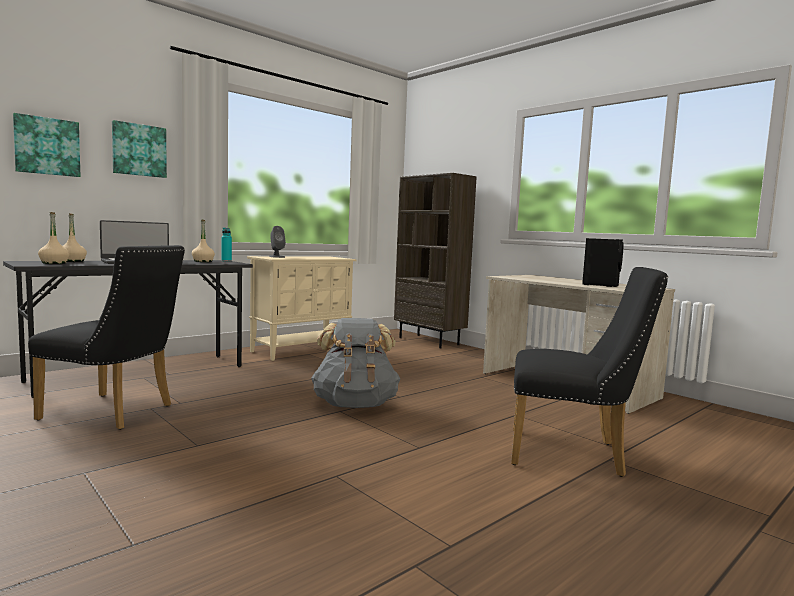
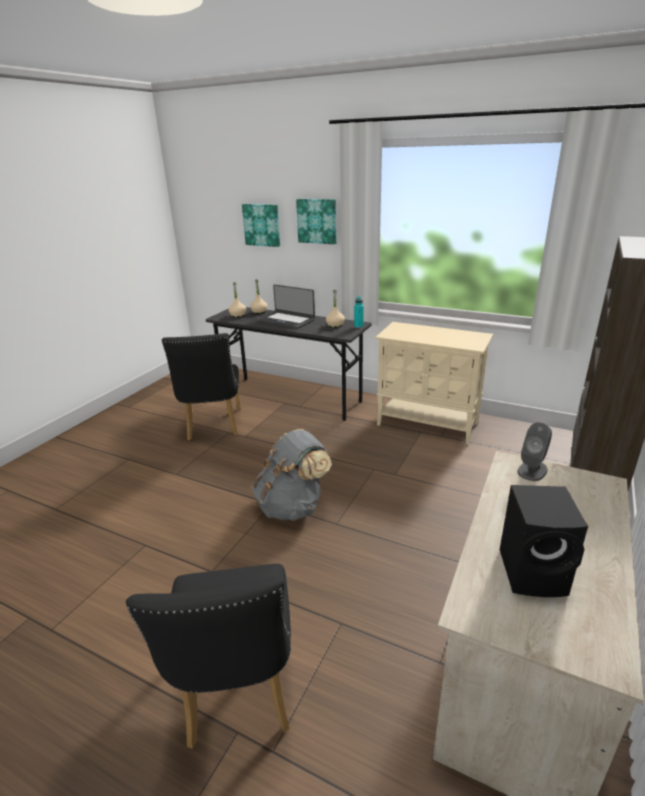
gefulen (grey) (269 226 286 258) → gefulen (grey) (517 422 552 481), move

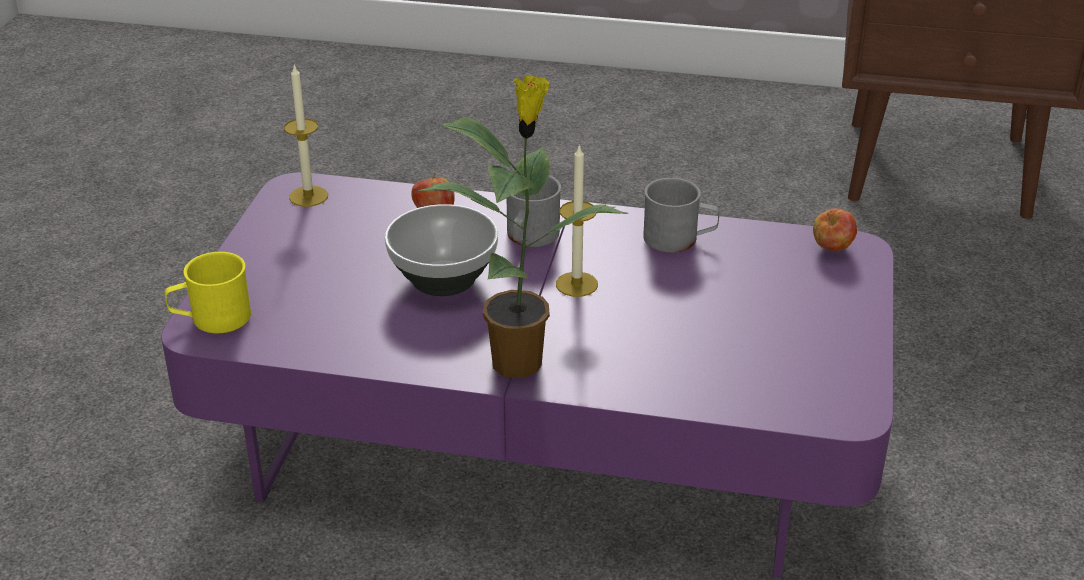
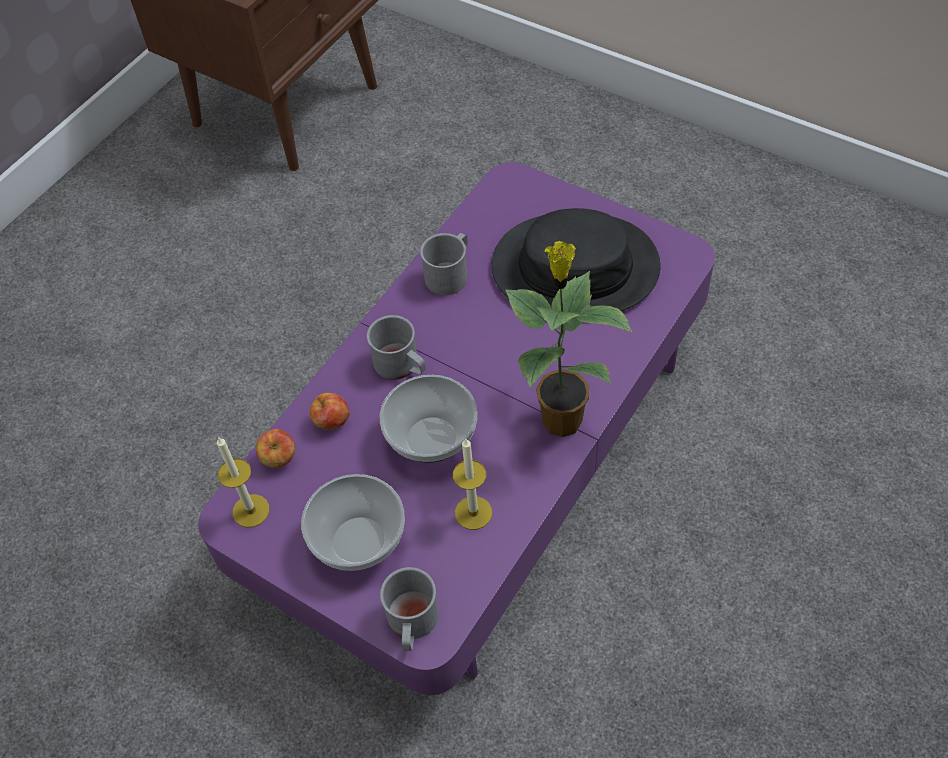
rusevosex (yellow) (165 252 251 333) → rusevosex (grey) (380 567 439 651)
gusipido (556 144 598 297) → gusipido (453 439 492 530), move
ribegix (813 208 857 251) → ribegix (256 429 295 468), move
- → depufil (301 474 405 571)
- → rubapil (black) (492 208 660 311)

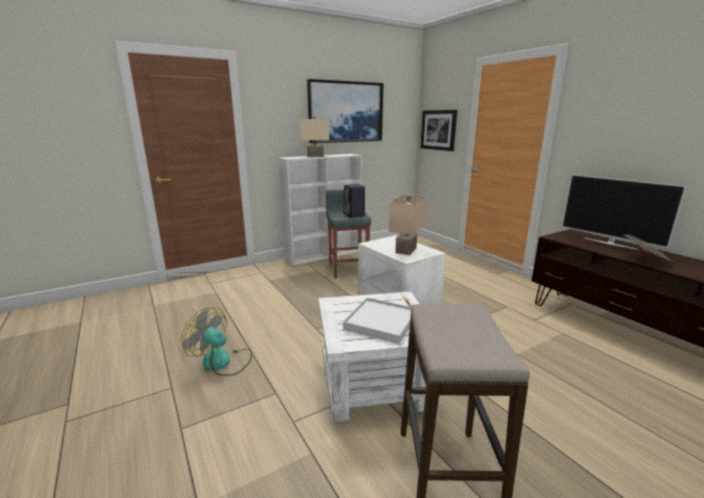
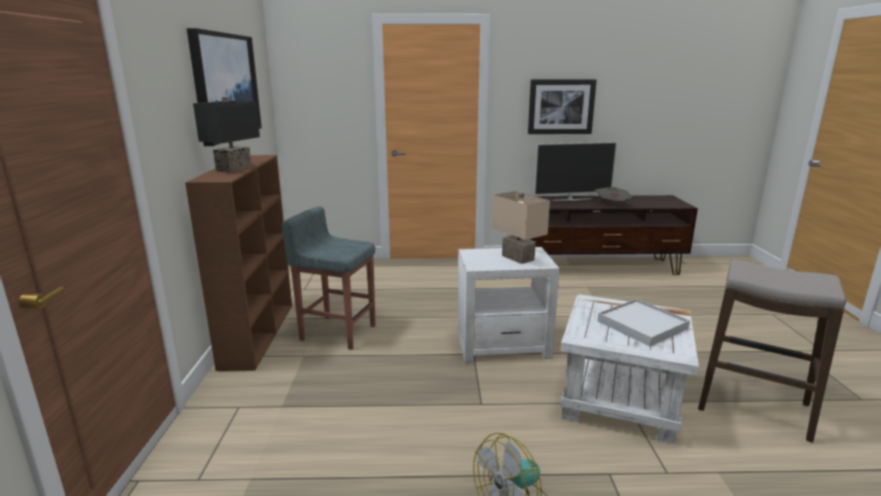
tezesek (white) (279 154 362 265) → tezesek (brown) (185 155 292 371)
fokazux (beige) (300 116 329 157) → fokazux (black) (193 97 260 172)
gefulen (black) (343 184 365 218) → -
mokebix (421 110 457 151) → mokebix (528 79 597 134), move

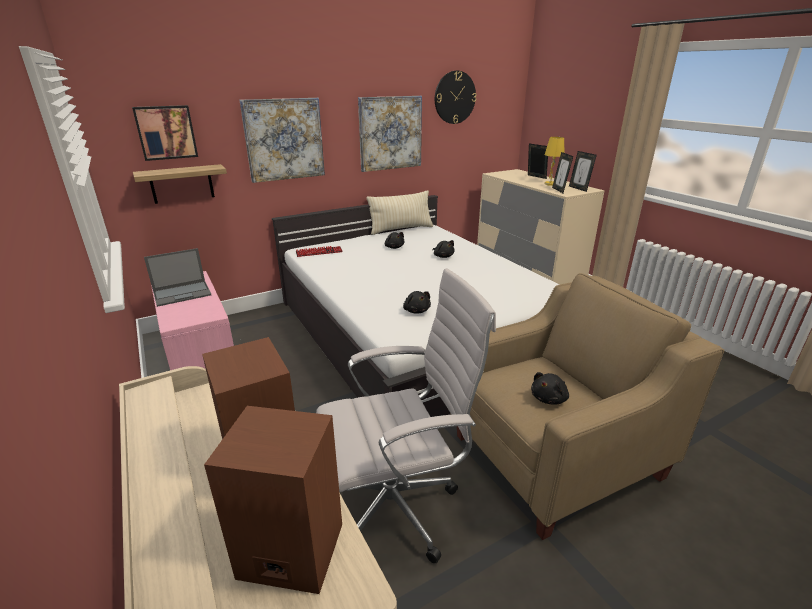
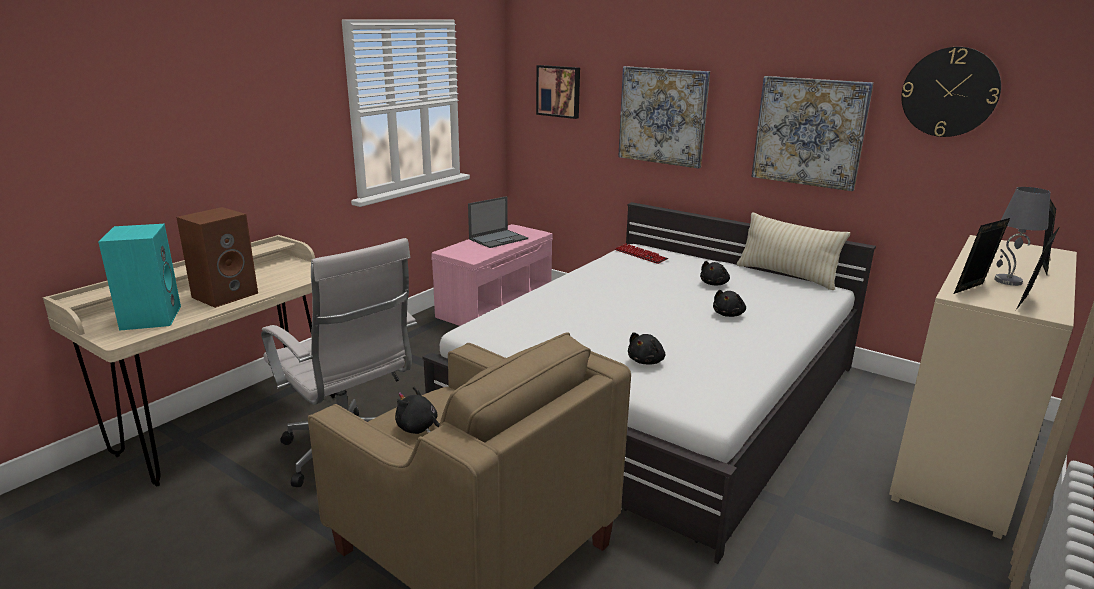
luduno (133 164 227 204) → -
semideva (144 248 211 307) → semideva (468 196 528 248), 75 degrees counterclockwise
gefulen (brown) (204 406 342 594) → gefulen (turquoise) (98 224 181 331)
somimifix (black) (403 291 431 314) → somimifix (black) (628 332 665 365), move
fokazux (yellow) (545 137 565 186) → fokazux (grey) (994 187 1050 286)

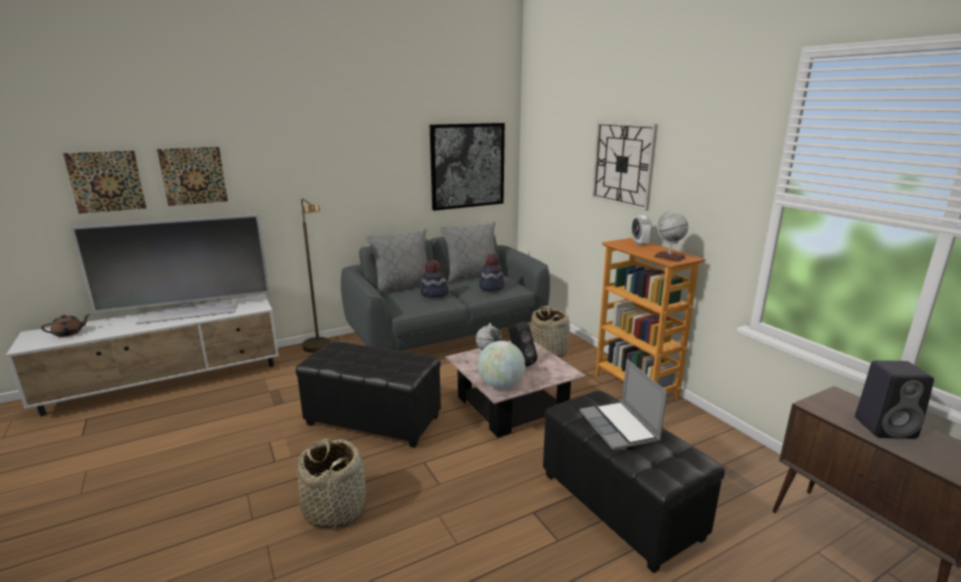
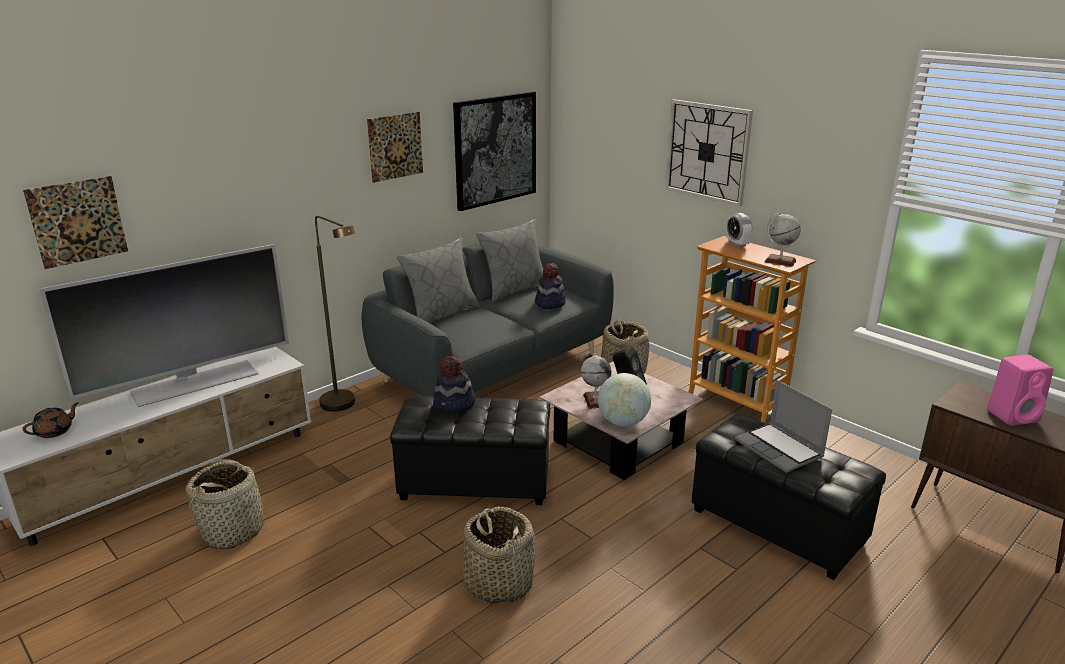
mokebix (157 147 228 206) → mokebix (367 112 423 183), move
rubapil (420 260 449 298) → rubapil (433 355 476 413), move
gefulen (black) (855 360 934 439) → gefulen (pink) (987 355 1053 426)
- → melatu (185 459 271 550)

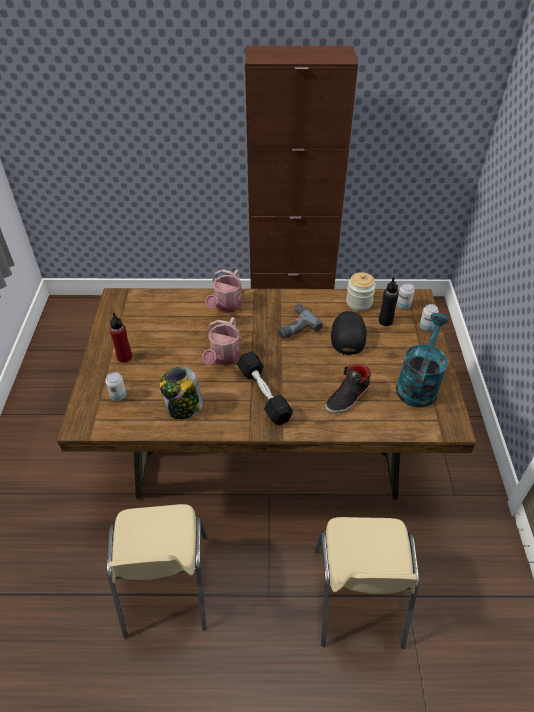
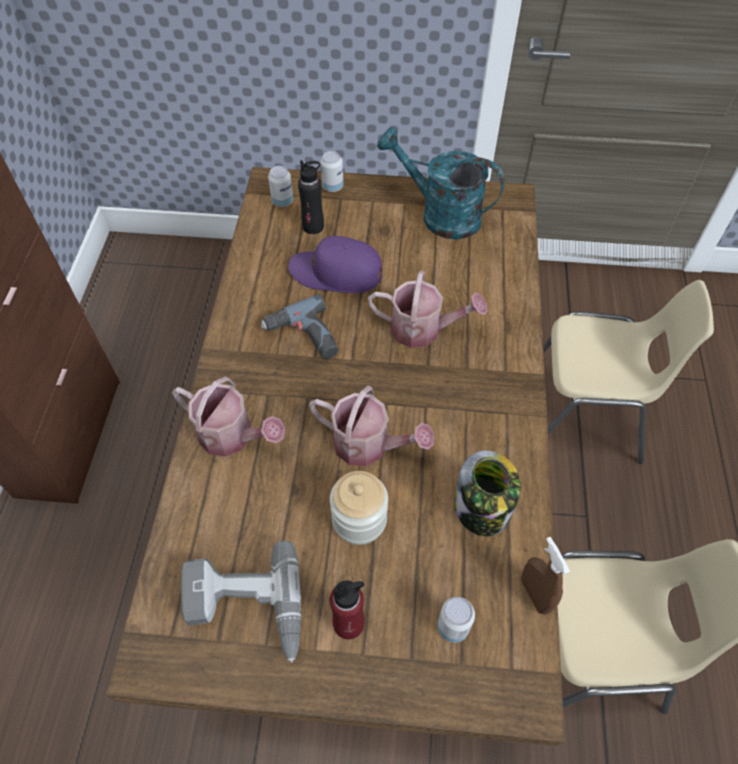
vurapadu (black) (237 351 293 425) → -
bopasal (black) (325 365 371 414) → -
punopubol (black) (331 311 367 355) → punopubol (purple) (288 236 382 293)
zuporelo (346 272 376 311) → zuporelo (330 471 388 545), move
- → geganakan (181 541 302 663)
- → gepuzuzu (368 270 488 348)
- → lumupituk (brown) (521 537 570 614)

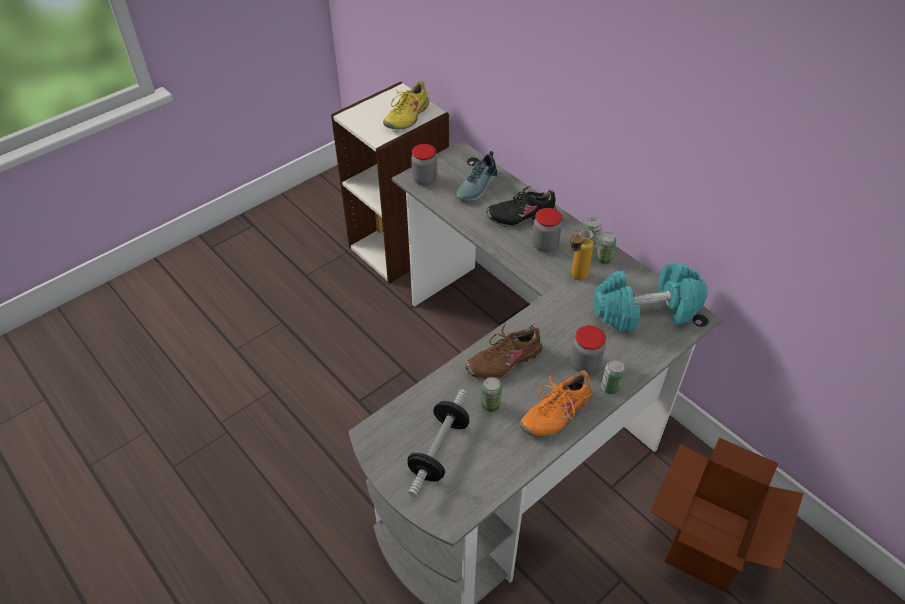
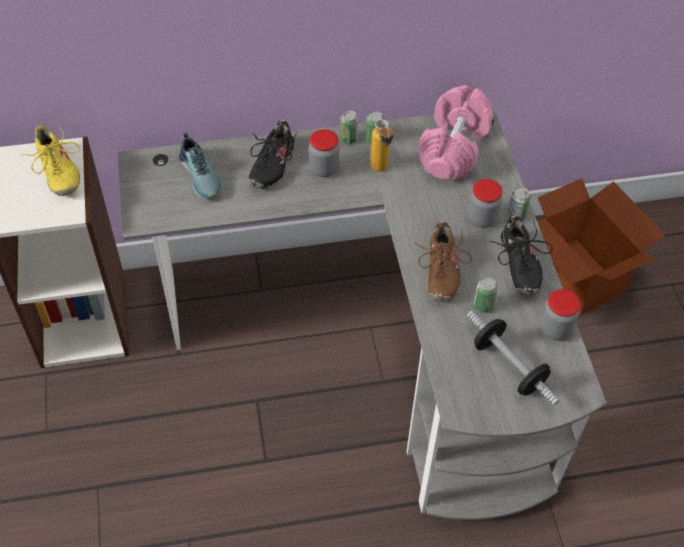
zuporelo (411 144 437 186) → zuporelo (540 289 581 341), move
bopasal (orange) (520 370 594 437) → bopasal (black) (490 215 553 295)
vurapadu (turquoise) (593 263 708 332) → vurapadu (pink) (418 85 493 180)

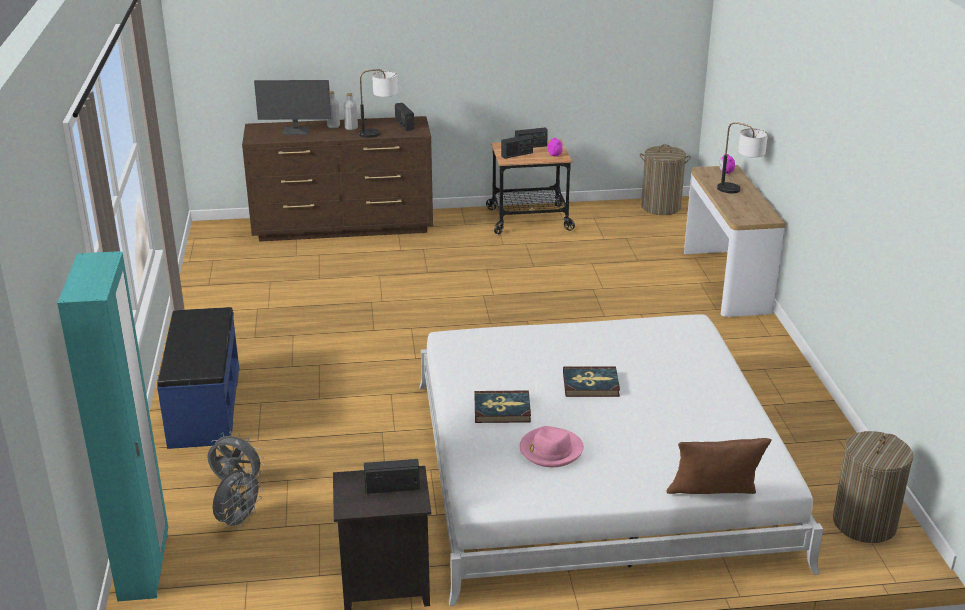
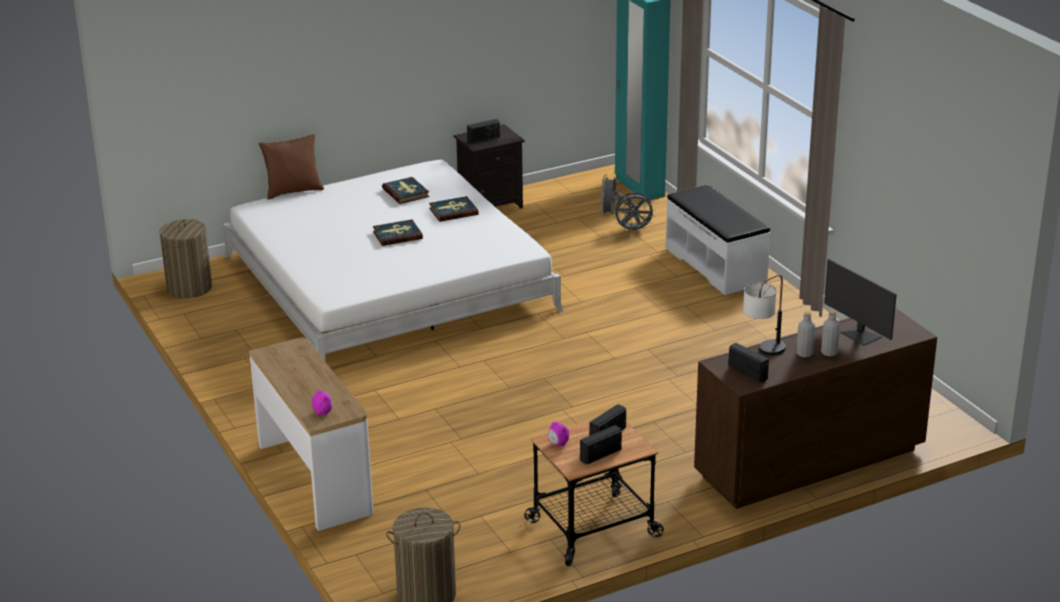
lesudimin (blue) (157 307 239 449) → lesudimin (white) (666 185 770 295)
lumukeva (254 80 331 135) → lumukeva (824 259 897 346), 105 degrees counterclockwise
rubapil (pink) (520 426 584 467) → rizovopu (382 177 429 204)
fokazux (717 122 768 193) → -

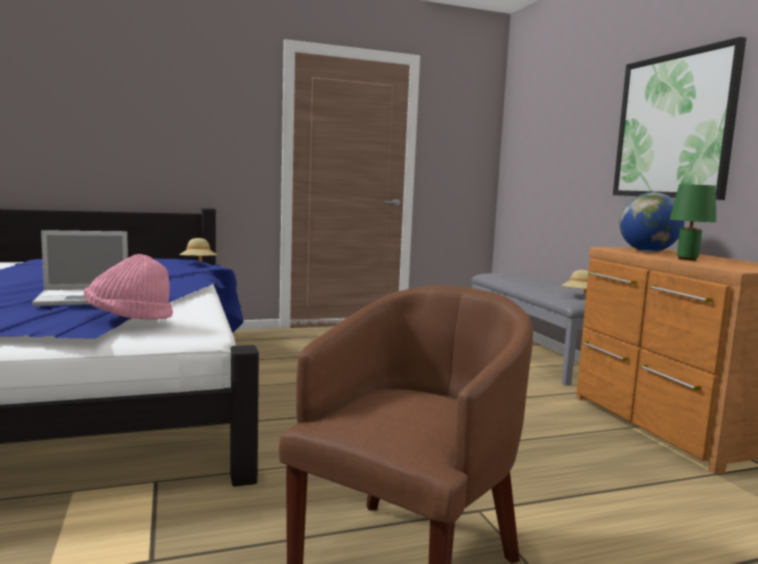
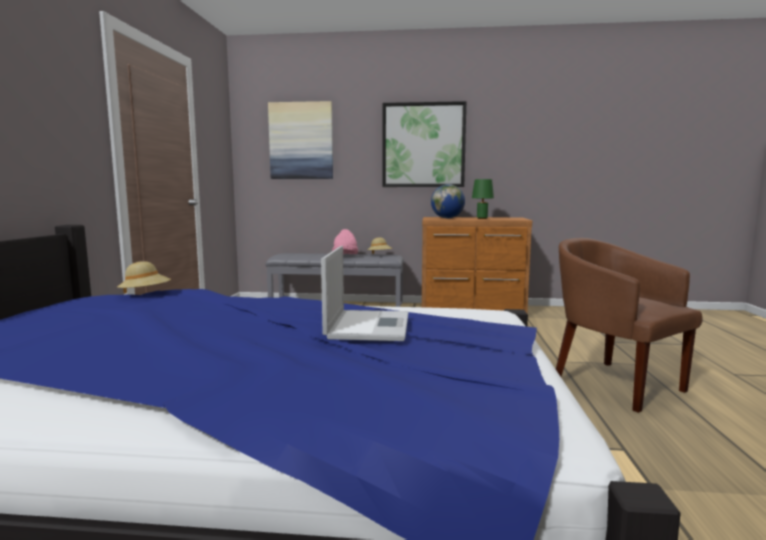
rubapil (pink) (84 254 173 320) → rubapil (pink) (332 229 358 255), move
- → mokebix (268 101 333 179)

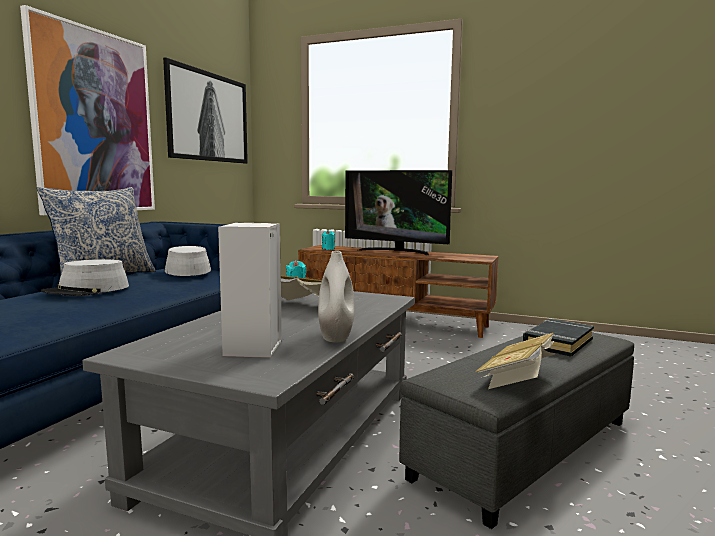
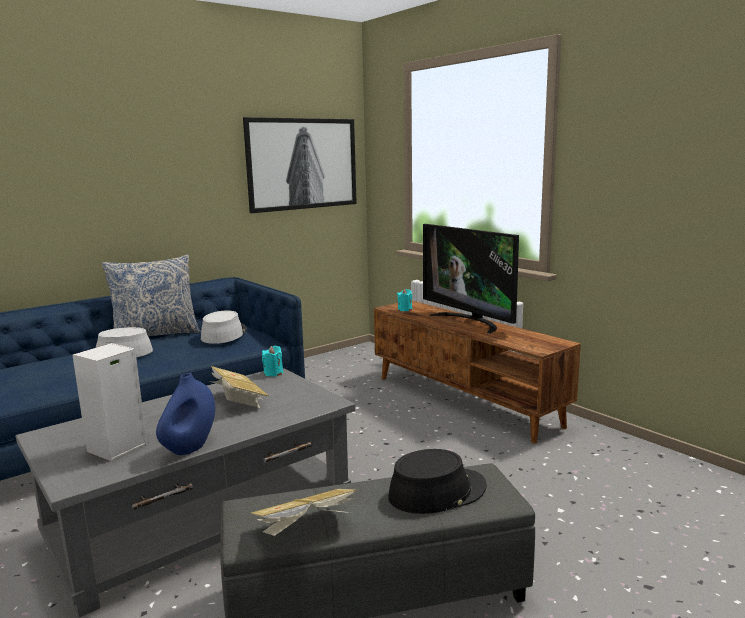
mokebix (20 5 155 215) → -
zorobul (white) (318 251 355 343) → zorobul (blue) (156 373 215 455)
rizovopu (black) (523 319 594 357) → rubapil (black) (388 449 487 514)

